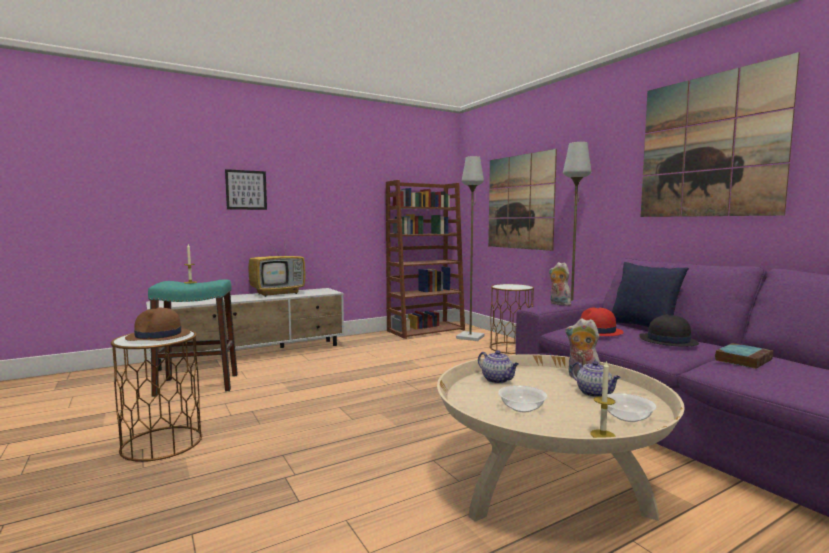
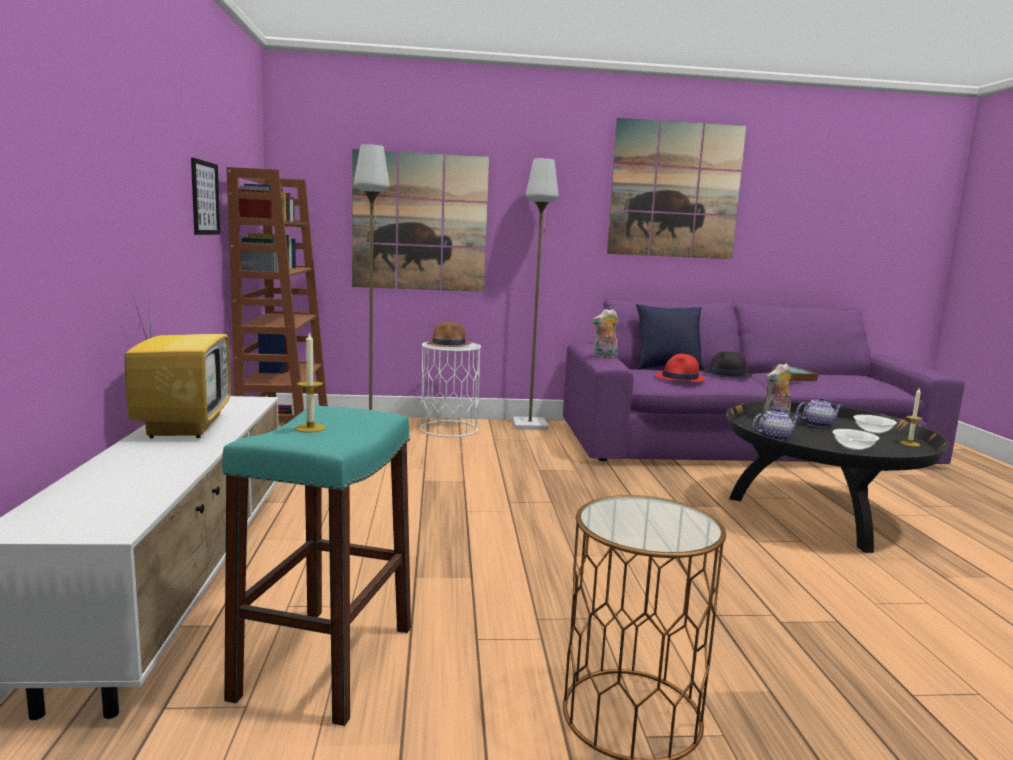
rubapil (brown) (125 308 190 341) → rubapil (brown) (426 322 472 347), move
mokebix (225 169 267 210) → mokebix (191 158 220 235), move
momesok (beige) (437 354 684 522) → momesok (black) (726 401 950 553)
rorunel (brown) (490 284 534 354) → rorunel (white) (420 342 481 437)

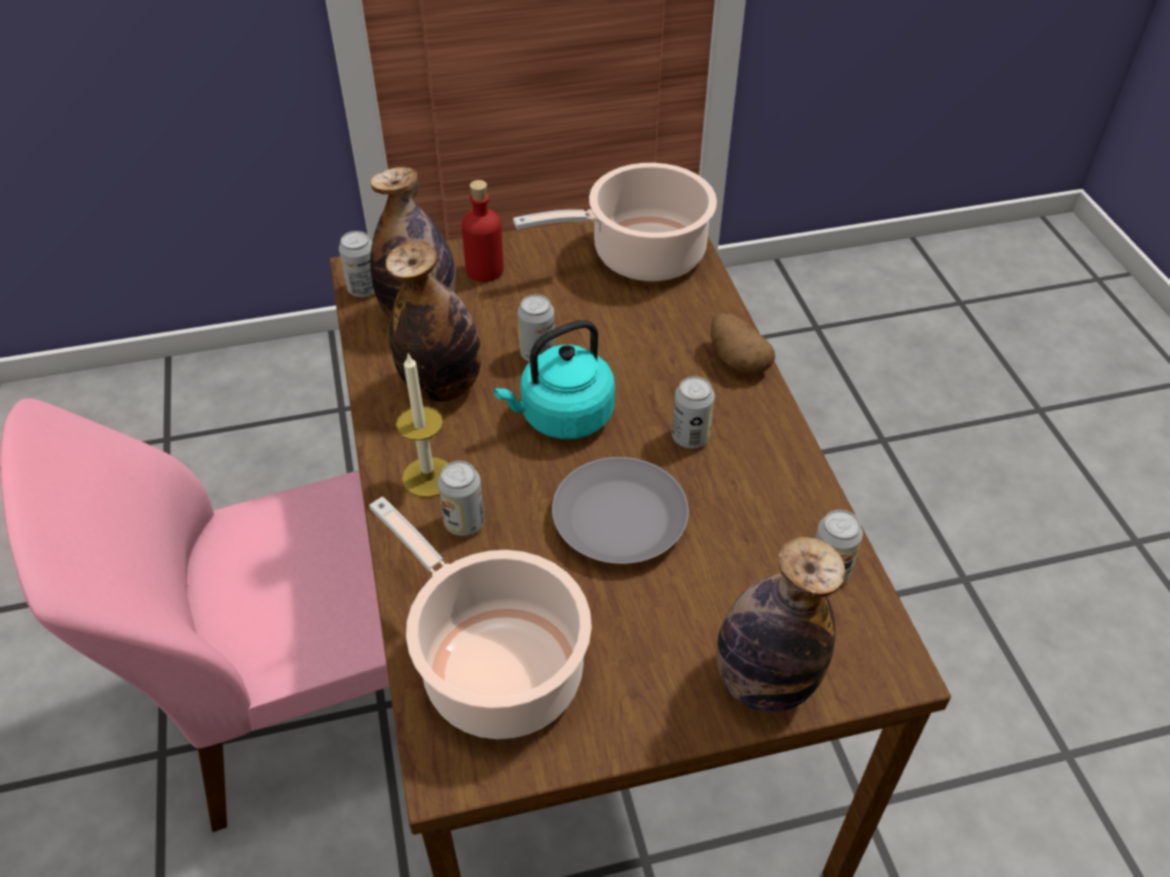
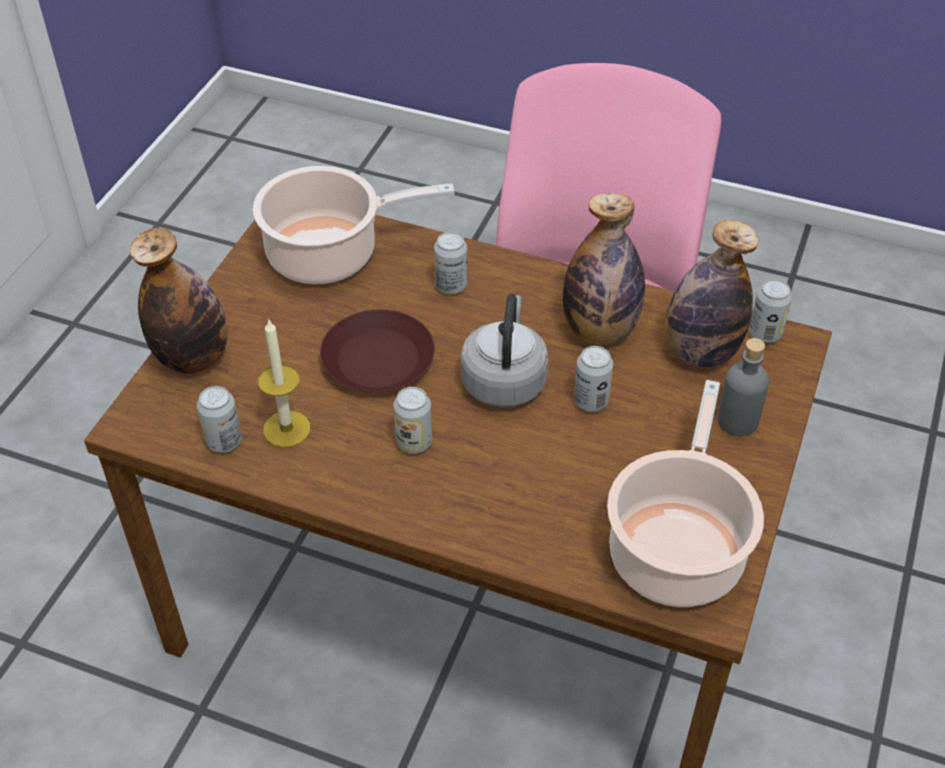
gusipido (396 353 449 498) → gusipido (258 320 311 448), move
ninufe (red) (462 180 504 282) → ninufe (grey) (717 338 769 436)
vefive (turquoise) (494 320 615 439) → vefive (grey) (461 294 549 407)
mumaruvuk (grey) (552 457 689 564) → mumaruvuk (brown) (320 310 435 392)
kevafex (711 313 775 373) → -

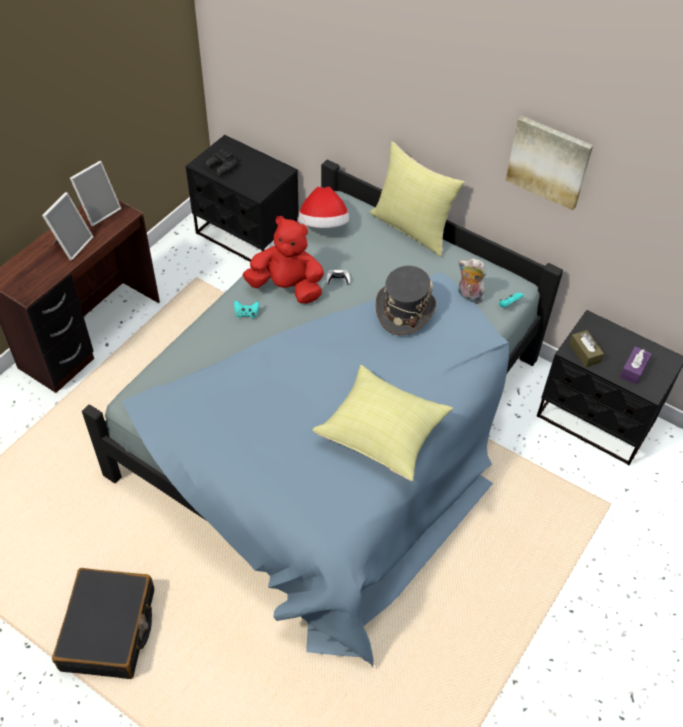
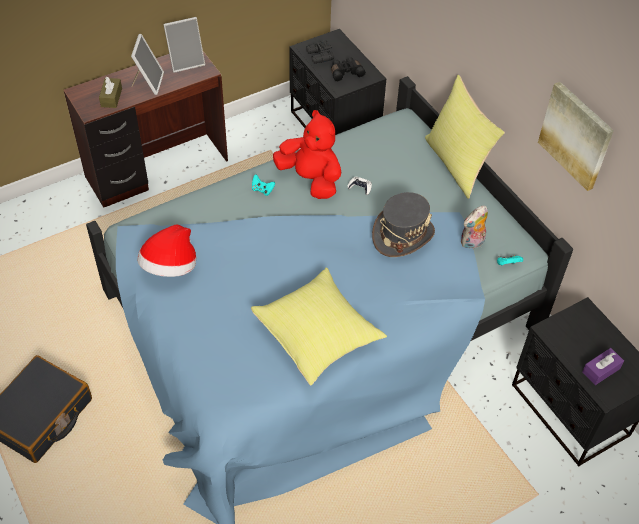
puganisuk (42 192 93 260) → puganisuk (131 34 164 95), 45 degrees counterclockwise
rubapil (298 187 349 228) → rubapil (137 224 196 277), move
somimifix (458 258 487 304) → somimifix (461 205 488 249), 90 degrees counterclockwise
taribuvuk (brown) (569 330 604 367) → taribuvuk (brown) (99 77 122 108), move
- → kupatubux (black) (331 57 366 82)

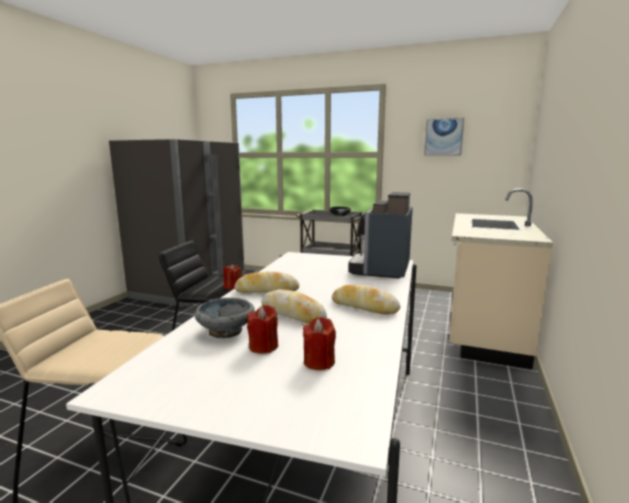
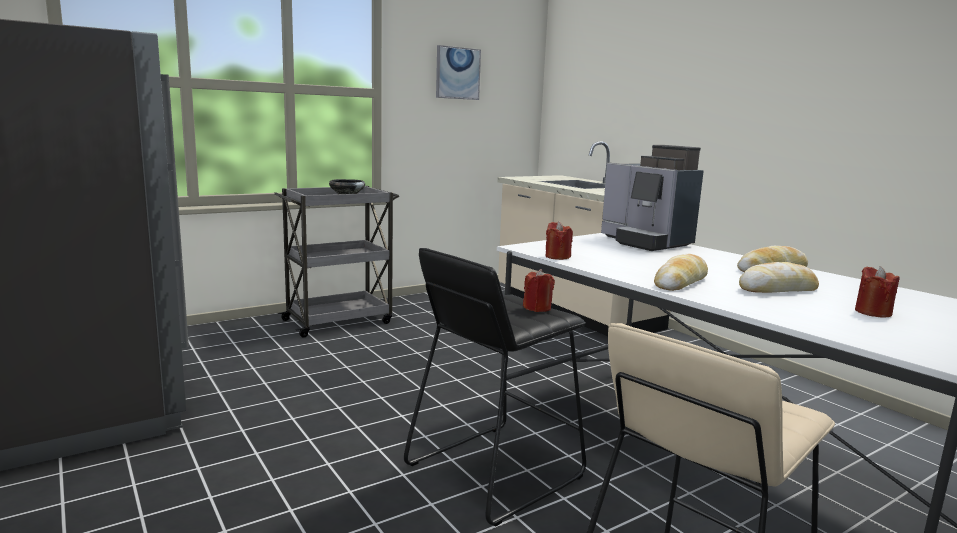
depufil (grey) (194 298 255 338) → -
gusipido (red) (303 317 336 370) → gusipido (red) (545 221 573 260), move

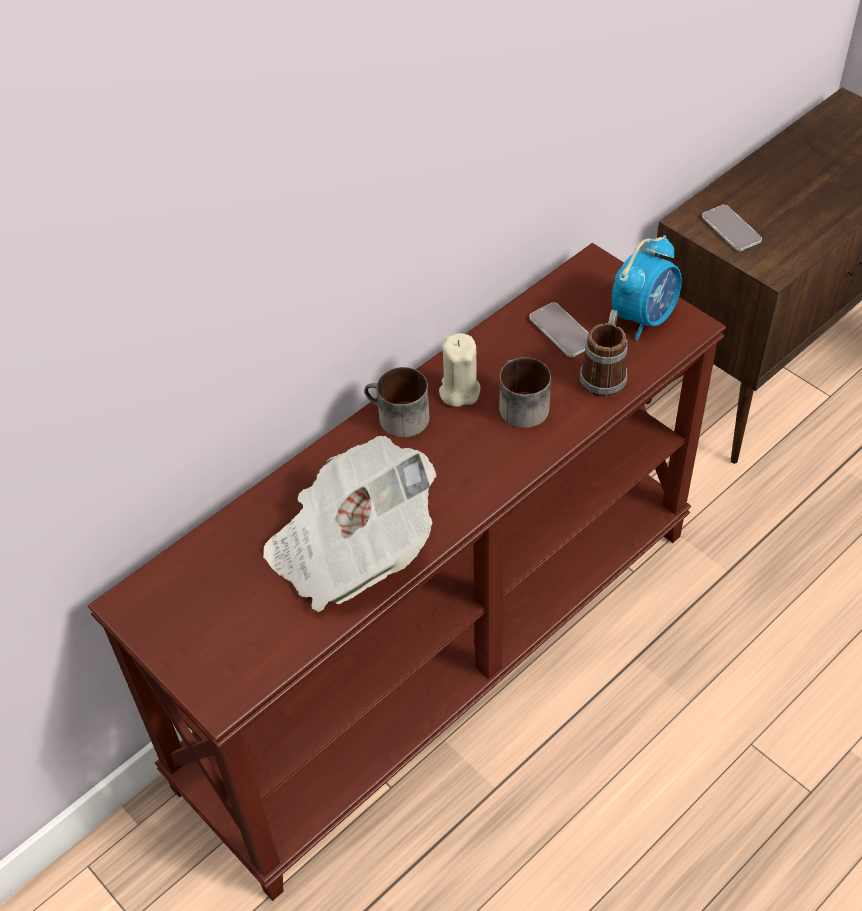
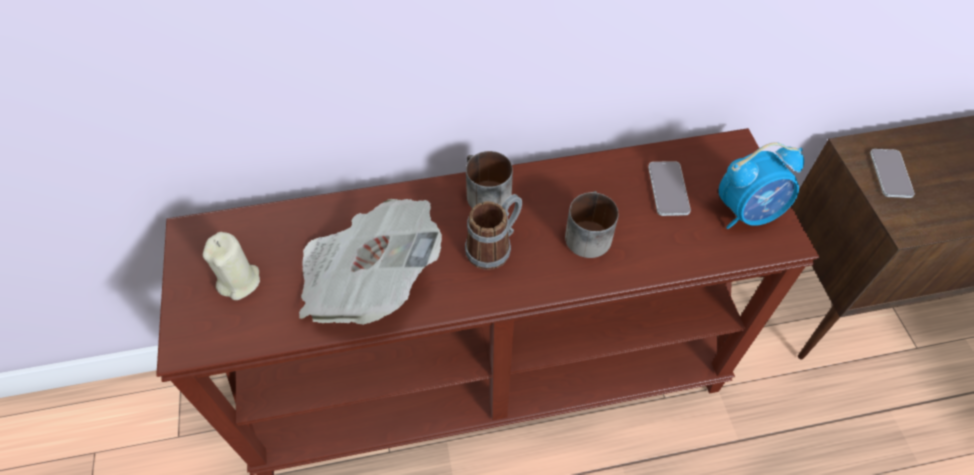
gusipido (beige) (439 333 481 407) → gusipido (beige) (203 232 260 300), move
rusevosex (580 310 627 397) → rusevosex (465 194 522 270), move

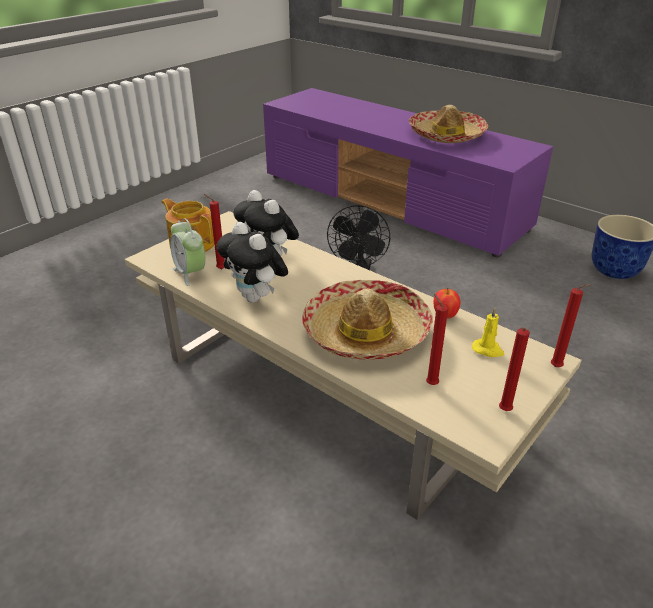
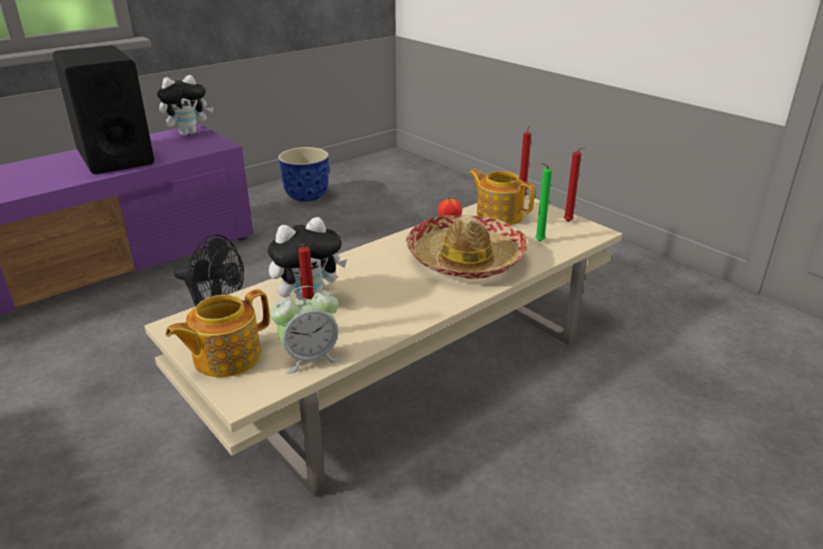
somimifix (217 222 288 302) → somimifix (157 75 214 135), move
rubapil (409 105 488 143) → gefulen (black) (53 45 154 174)
gusipido (red) (426 293 448 385) → gusipido (green) (535 163 552 241)
gusipido (yellow) (472 307 504 357) → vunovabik (469 169 535 225)

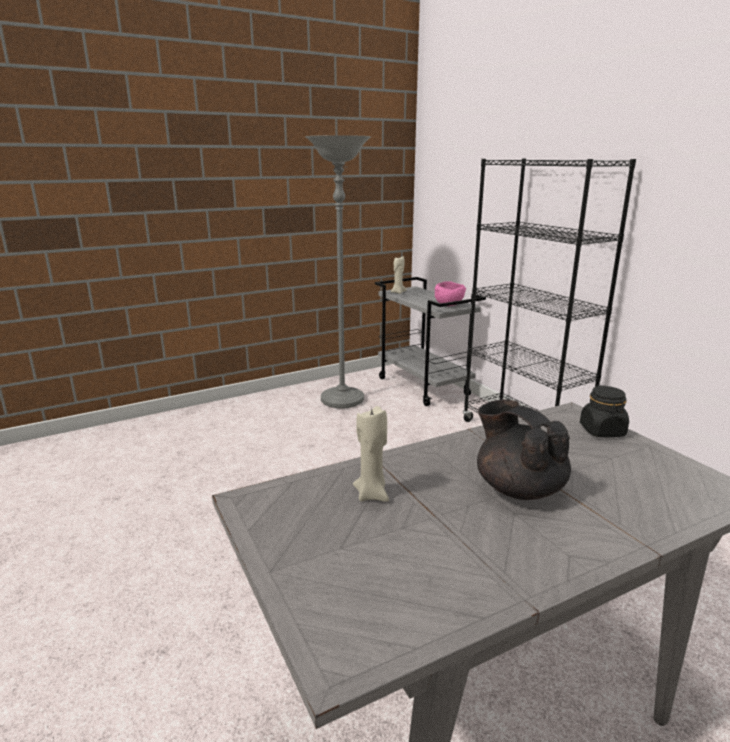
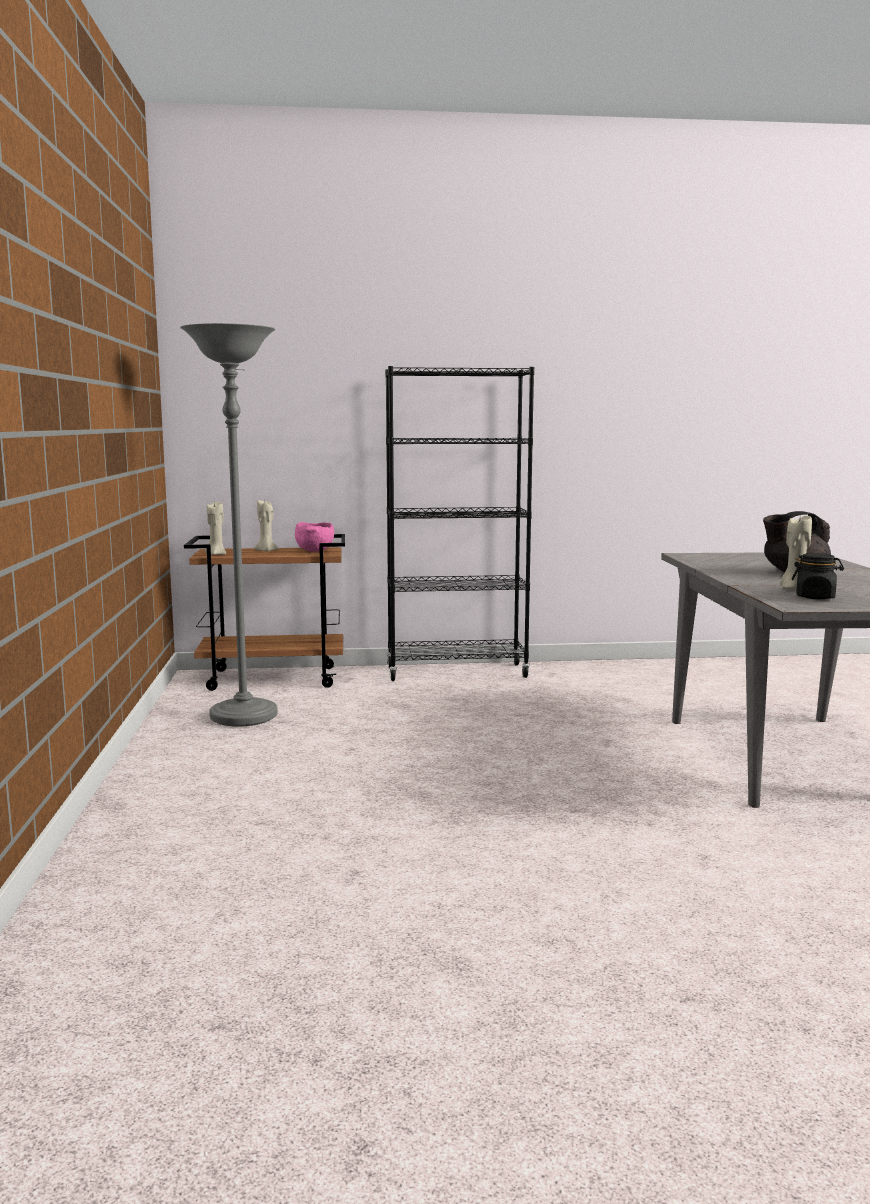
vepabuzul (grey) (375 277 486 406) → vepabuzul (brown) (184 534 345 691)
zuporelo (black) (580 385 629 437) → zuporelo (black) (792 553 844 599), move
- → gusipido (beige) (254 500 279 552)

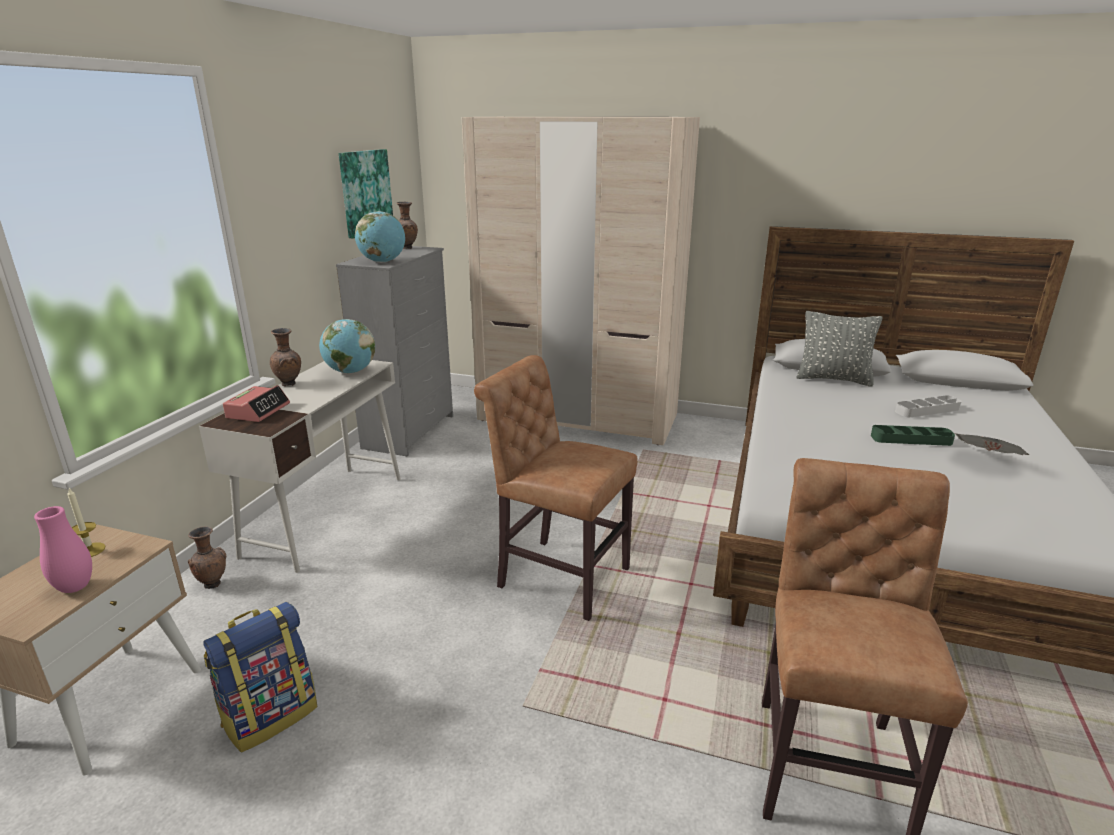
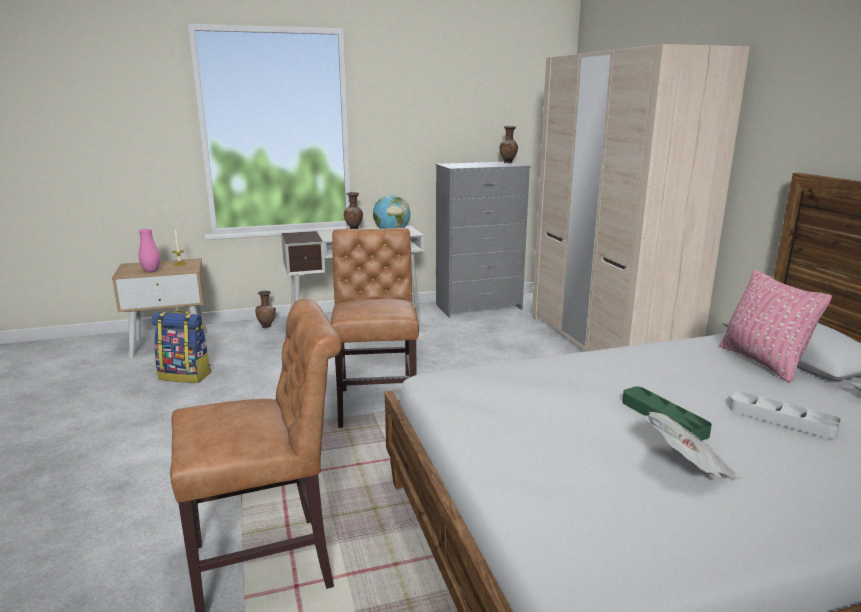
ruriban (223 385 290 422) → -
mokebix (339 149 393 239) → -
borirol (355 211 405 263) → -
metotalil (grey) (796 311 882 387) → metotalil (pink) (719 270 832 383)

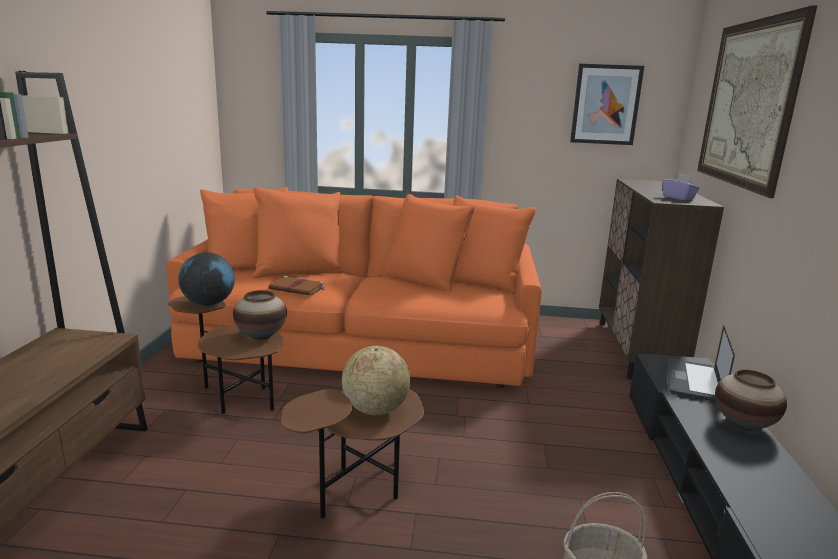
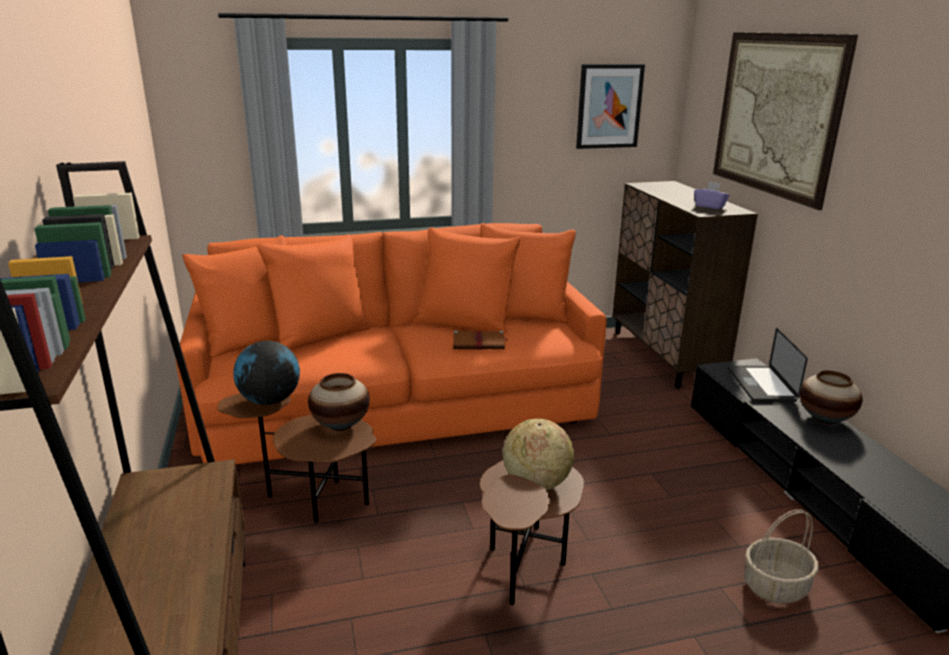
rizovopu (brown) (269 276 326 296) → rizovopu (brown) (453 331 509 349), move

